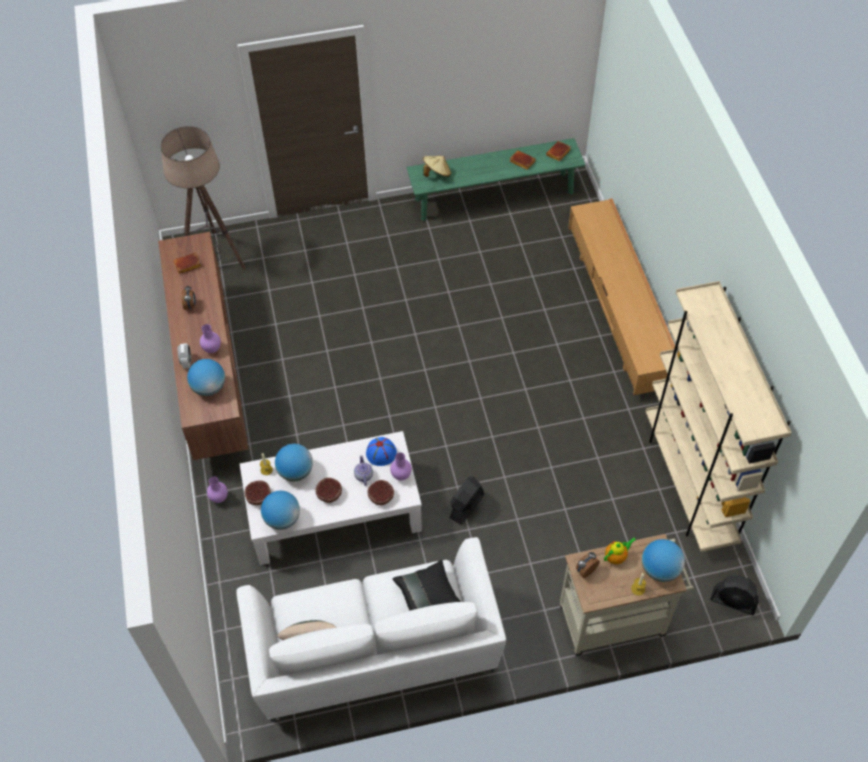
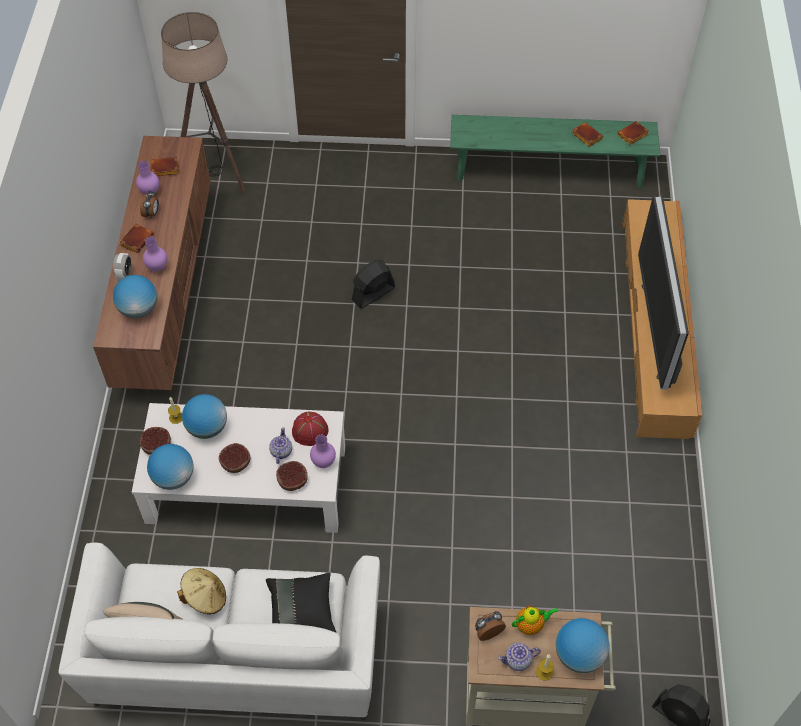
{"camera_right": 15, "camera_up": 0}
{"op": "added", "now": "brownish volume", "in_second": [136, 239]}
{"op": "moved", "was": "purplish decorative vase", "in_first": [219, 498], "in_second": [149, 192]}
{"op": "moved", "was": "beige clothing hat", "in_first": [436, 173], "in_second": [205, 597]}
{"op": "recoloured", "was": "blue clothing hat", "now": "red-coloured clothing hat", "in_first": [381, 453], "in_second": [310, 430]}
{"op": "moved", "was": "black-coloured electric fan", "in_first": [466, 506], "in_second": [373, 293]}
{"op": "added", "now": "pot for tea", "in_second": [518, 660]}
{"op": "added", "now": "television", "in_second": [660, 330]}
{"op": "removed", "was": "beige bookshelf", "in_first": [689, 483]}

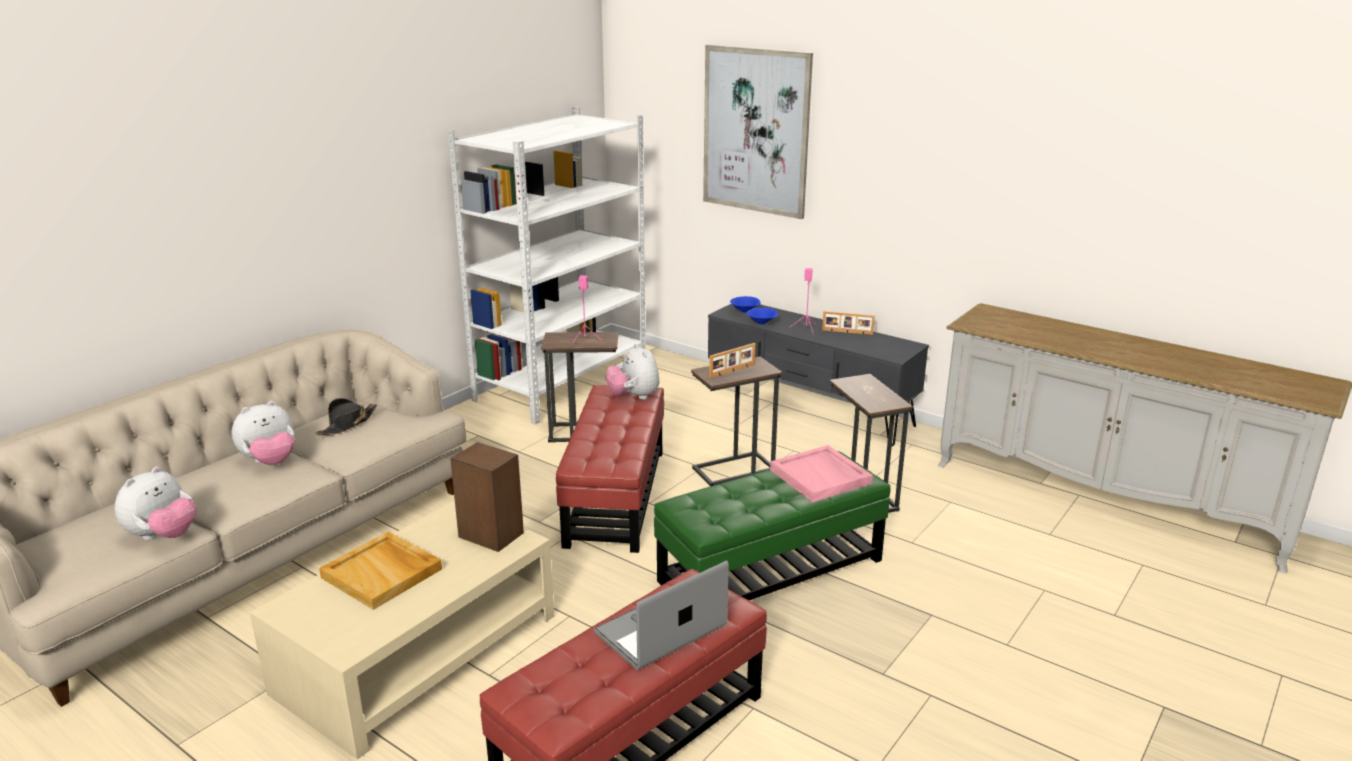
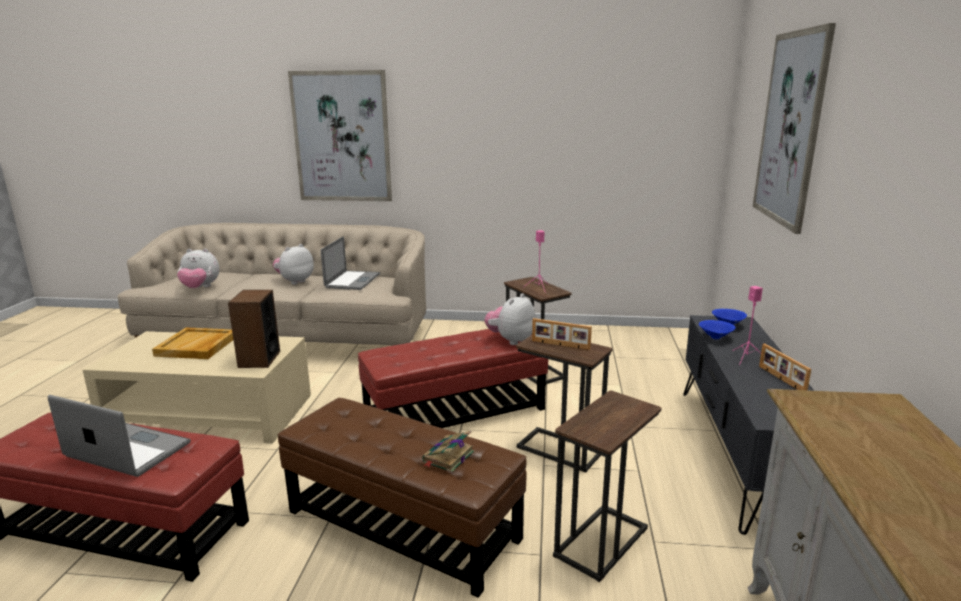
{"camera_right": 60, "camera_up": -5}
{"op": "turned", "was": "plush toy", "in_first": [270, 462], "in_second": [295, 281], "clockwise": 105}
{"op": "recoloured", "was": "greenish pouffe", "now": "brownish pouffe", "in_first": [770, 570], "in_second": [403, 524]}
{"op": "added", "now": "picture", "in_second": [342, 137]}
{"op": "replaced", "was": "black-coloured clothing hat", "now": "portable computer", "in_first": [347, 424], "in_second": [352, 280]}
{"op": "replaced", "was": "pinkish serving tray", "now": "volume", "in_first": [821, 477], "in_second": [447, 457]}
{"op": "removed", "was": "whitish bookshelf", "in_first": [562, 383]}

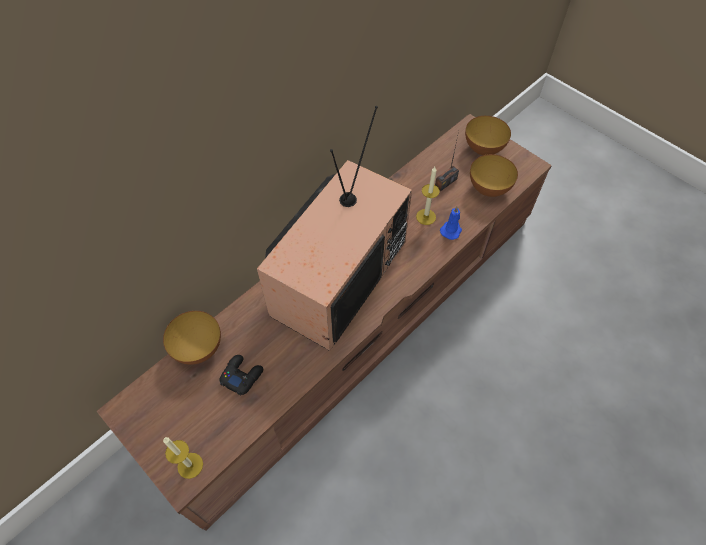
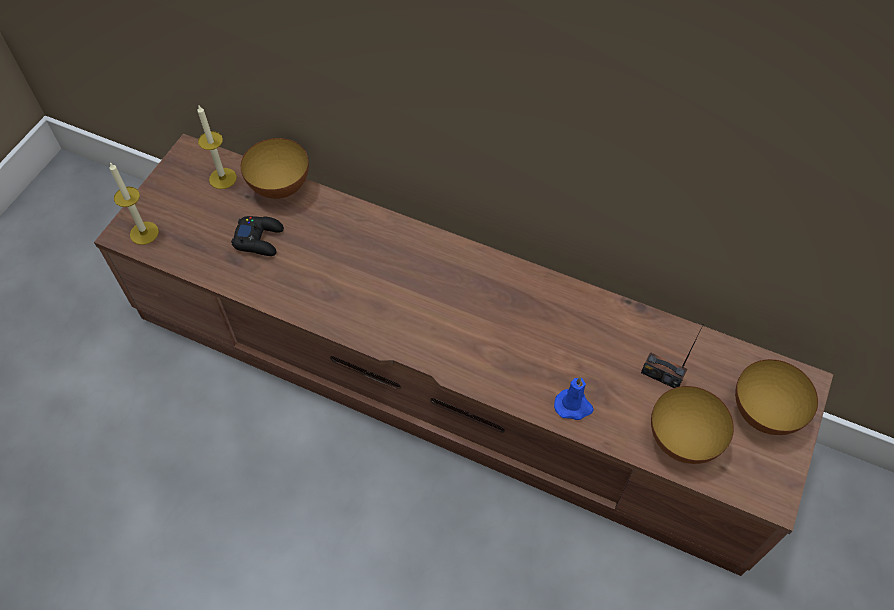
{"camera_right": 70, "camera_up": 0}
{"op": "moved", "was": "wax candle", "in_first": [426, 217], "in_second": [222, 178]}
{"op": "removed", "was": "television", "in_first": [338, 275]}

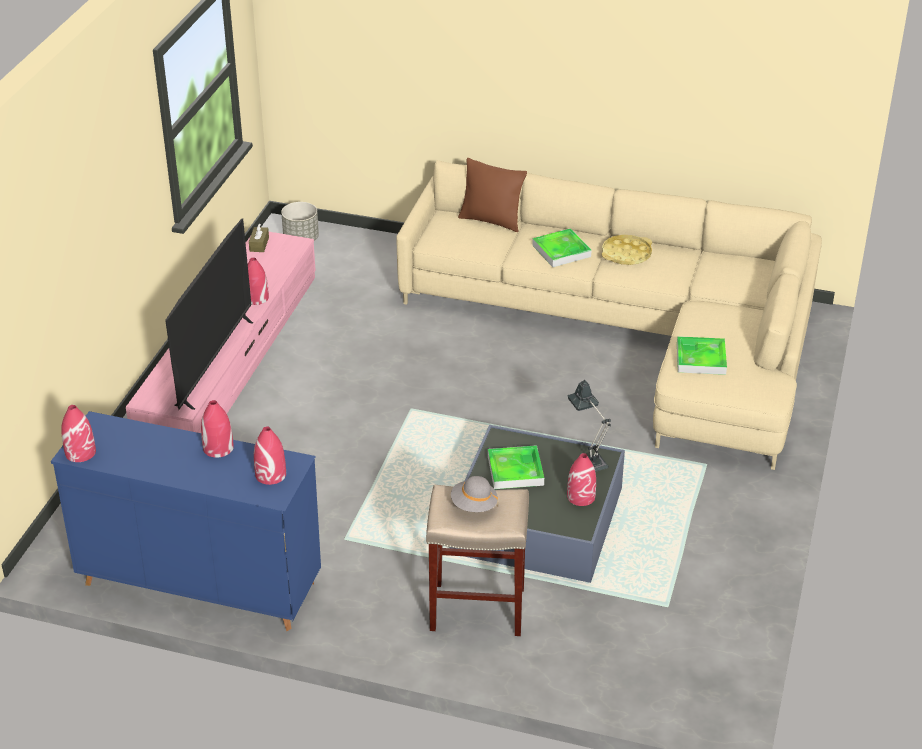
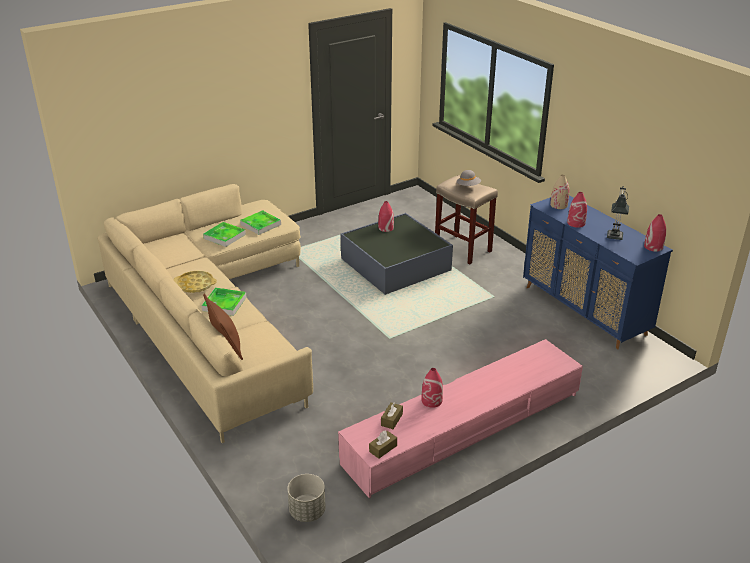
{"camera_right": -140, "camera_up": -5}
{"op": "moved", "was": "serving tray", "in_first": [515, 470], "in_second": [224, 236]}
{"op": "added", "now": "brownish tissue box", "in_second": [391, 419]}
{"op": "recoloured", "was": "red-coloured decorative vase", "now": "beige decorative vase", "in_first": [271, 475], "in_second": [558, 205]}
{"op": "moved", "was": "table lamp", "in_first": [590, 460], "in_second": [614, 238]}
{"op": "removed", "was": "television", "in_first": [214, 362]}

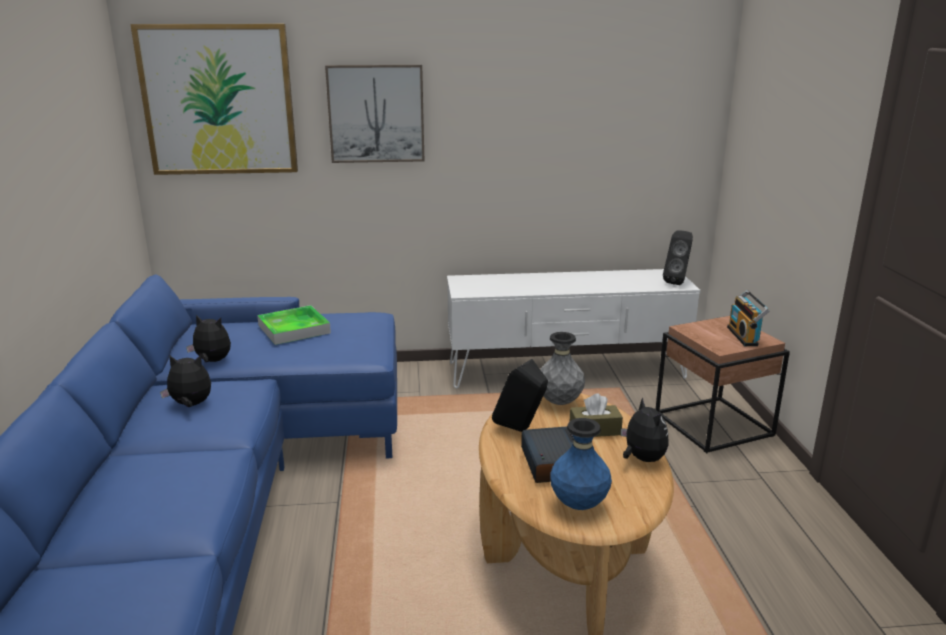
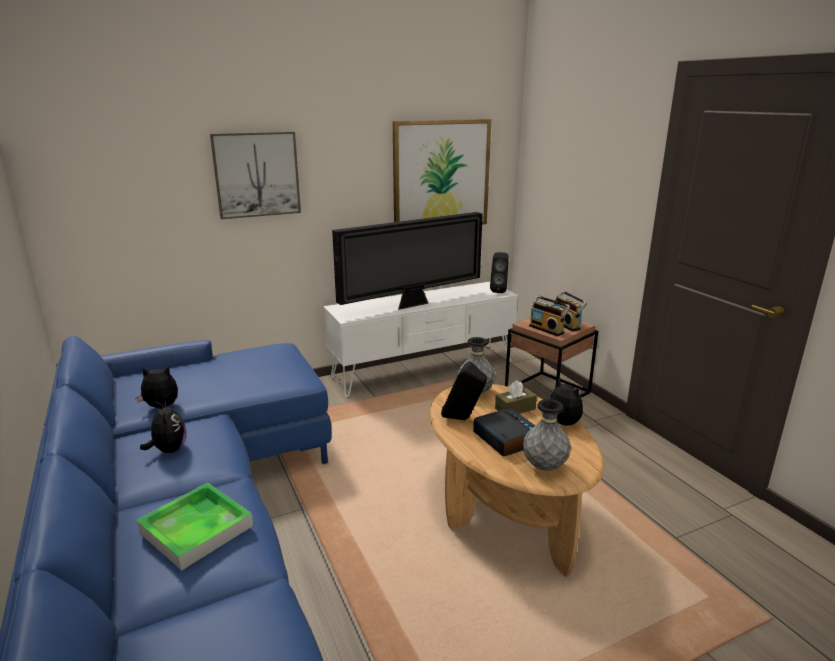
{"camera_right": -20, "camera_up": 0}
{"op": "moved", "was": "serving tray", "in_first": [294, 329], "in_second": [196, 529]}
{"op": "turned", "was": "plush toy", "in_first": [191, 405], "in_second": [169, 450], "clockwise": 90}
{"op": "added", "now": "television", "in_second": [413, 304]}
{"op": "moved", "was": "picture", "in_first": [218, 100], "in_second": [441, 175]}
{"op": "recoloured", "was": "blue decorative vase", "now": "greyish decorative vase", "in_first": [579, 505], "in_second": [544, 467]}
{"op": "added", "now": "radio set", "in_second": [547, 329]}

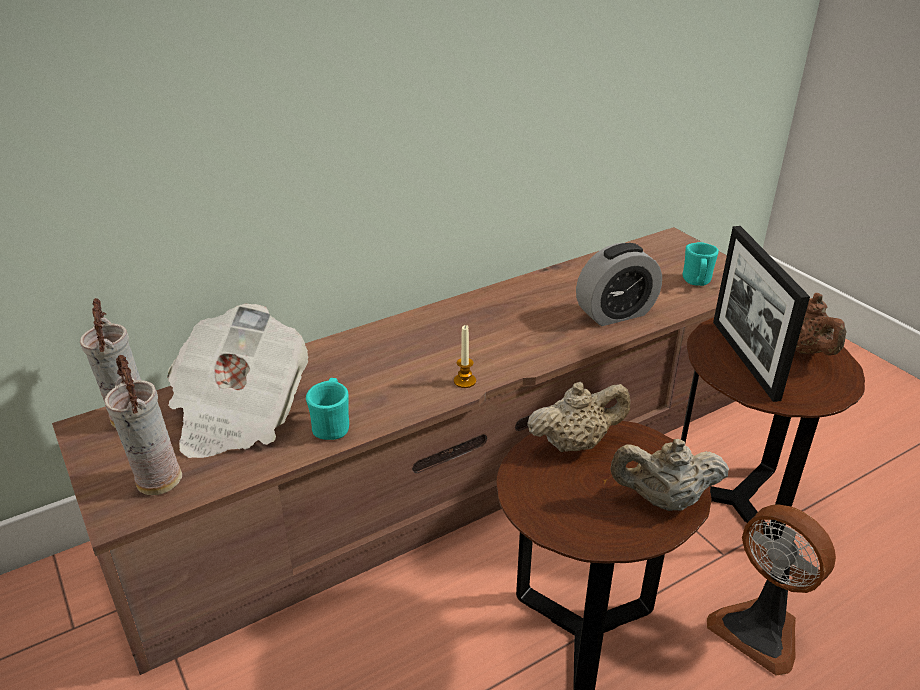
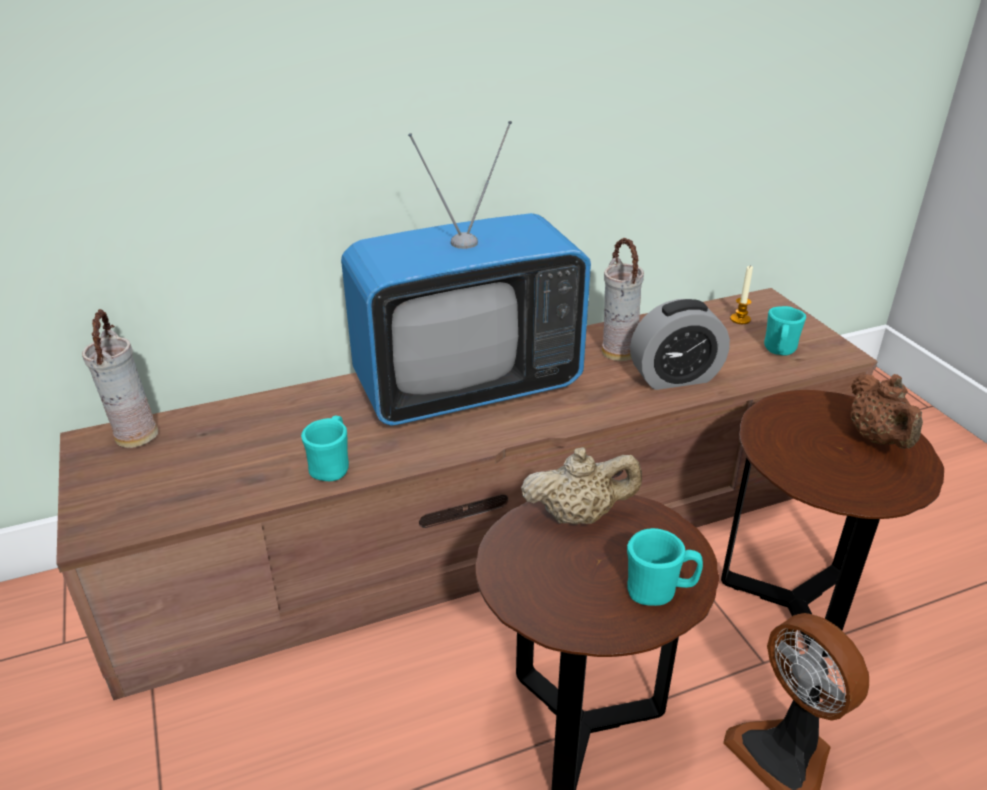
{"camera_right": 10, "camera_up": 0}
{"op": "added", "now": "television", "in_second": [467, 387]}
{"op": "moved", "was": "decorative vase", "in_first": [156, 481], "in_second": [617, 353]}
{"op": "replaced", "was": "beige pot for tea", "now": "turquoise-coloured mug", "in_first": [664, 500], "in_second": [659, 591]}
{"op": "moved", "was": "wax candle", "in_first": [464, 381], "in_second": [740, 319]}
{"op": "removed", "was": "daily paper", "in_first": [238, 413]}
{"op": "removed", "was": "standing frame", "in_first": [744, 359]}

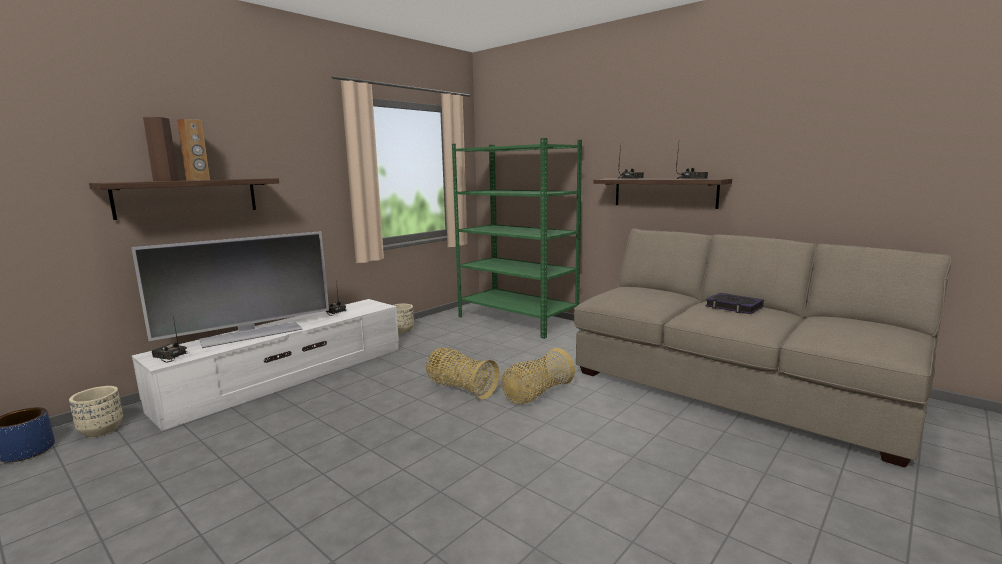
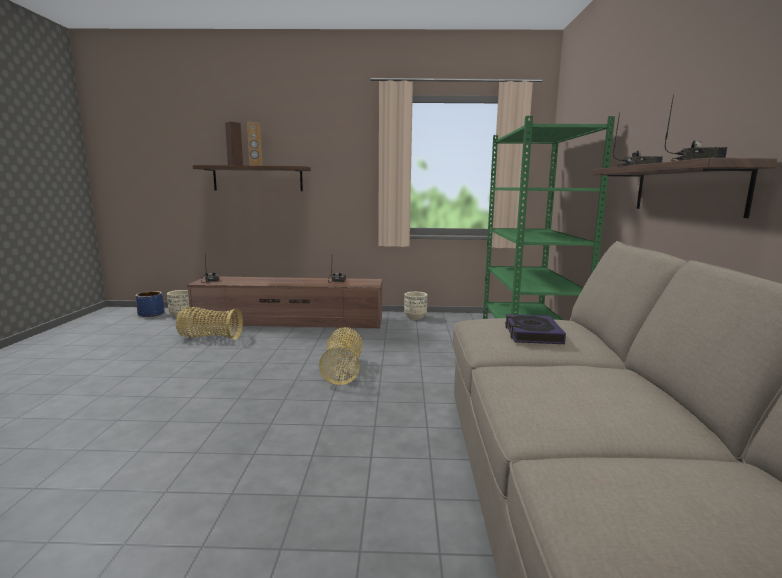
{"camera_right": 50, "camera_up": 0}
{"op": "moved", "was": "storage basket", "in_first": [536, 394], "in_second": [209, 337]}
{"op": "recoloured", "was": "whitish tv unit", "now": "brownish tv unit", "in_first": [288, 375], "in_second": [291, 320]}
{"op": "moved", "was": "volume", "in_first": [733, 307], "in_second": [532, 334]}
{"op": "removed", "was": "television", "in_first": [251, 334]}

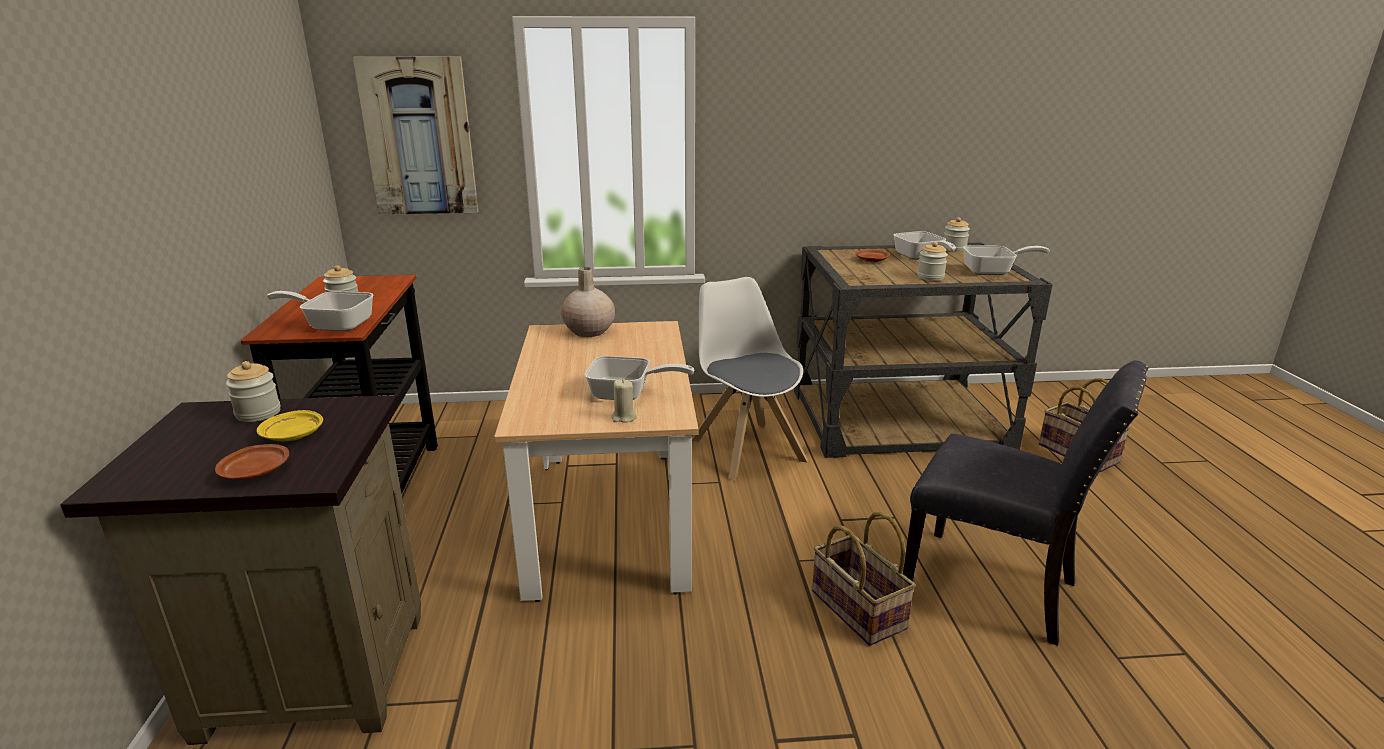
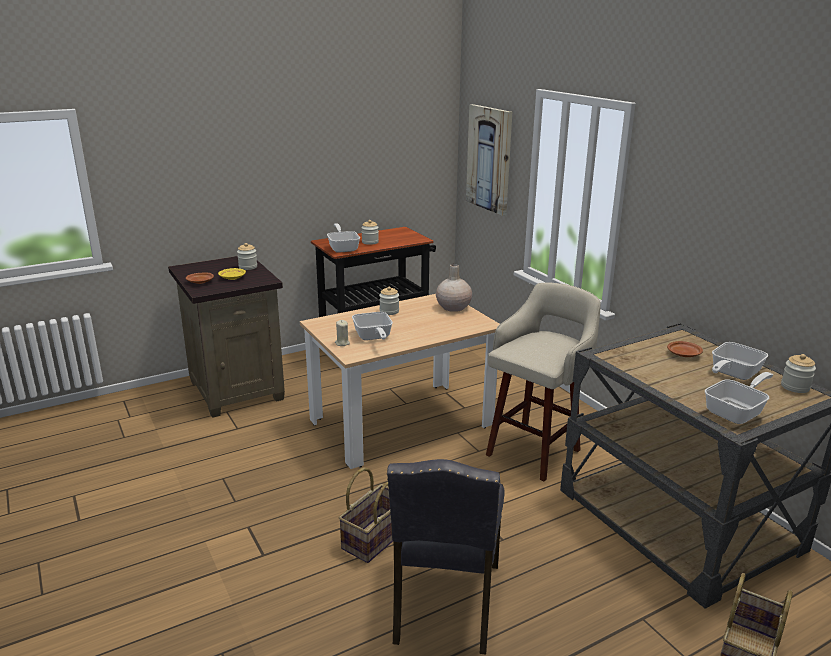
{"camera_right": 65, "camera_up": 0}
{"op": "moved", "was": "storage jar", "in_first": [930, 277], "in_second": [389, 311]}
{"op": "replaced", "was": "chair", "now": "beige sitting stool", "in_first": [746, 448], "in_second": [536, 451]}
{"op": "turned", "was": "pan", "in_first": [993, 271], "in_second": [737, 412], "clockwise": -105}

